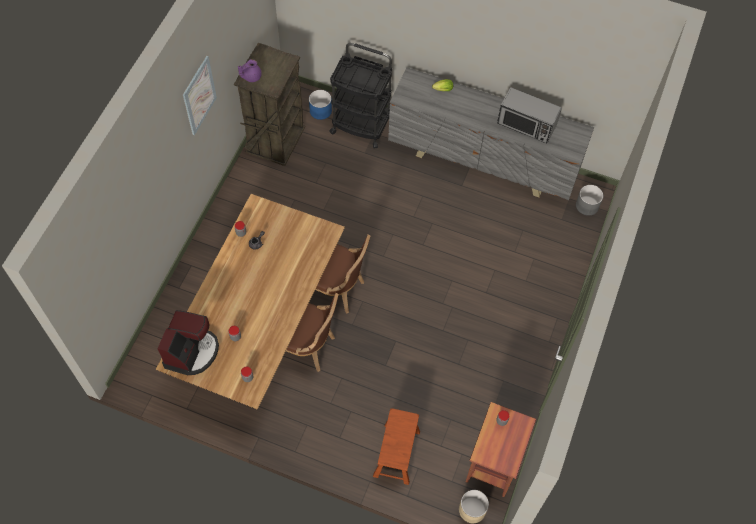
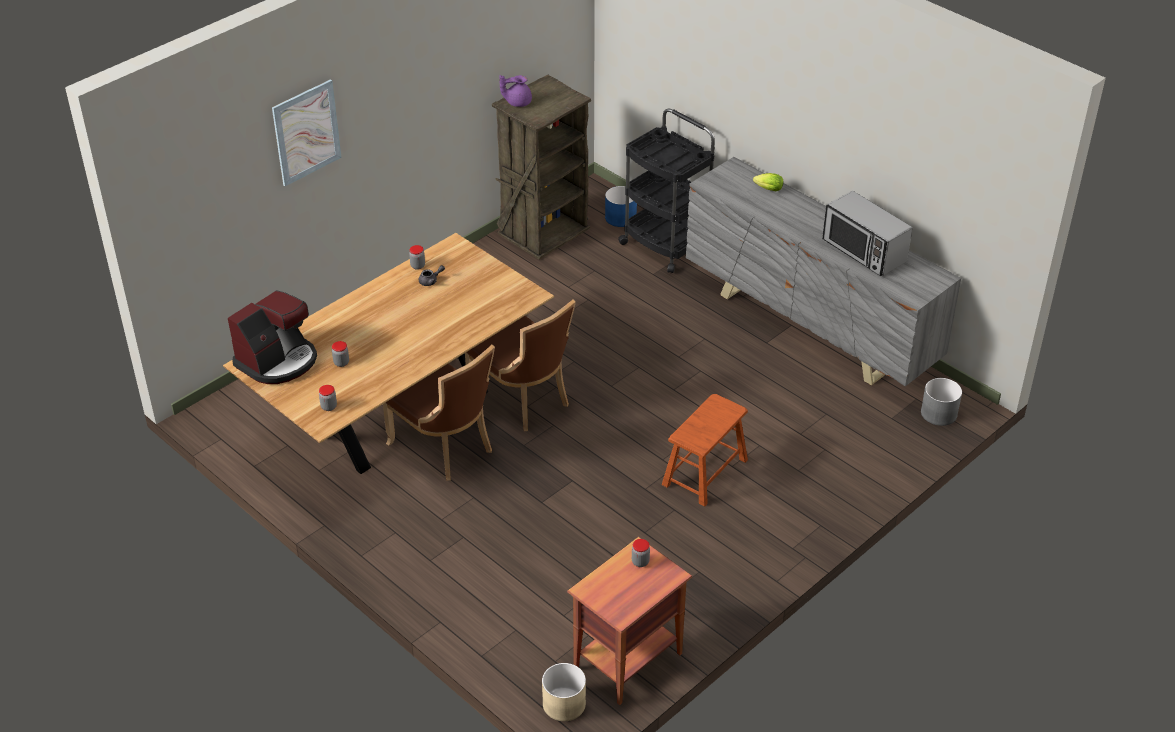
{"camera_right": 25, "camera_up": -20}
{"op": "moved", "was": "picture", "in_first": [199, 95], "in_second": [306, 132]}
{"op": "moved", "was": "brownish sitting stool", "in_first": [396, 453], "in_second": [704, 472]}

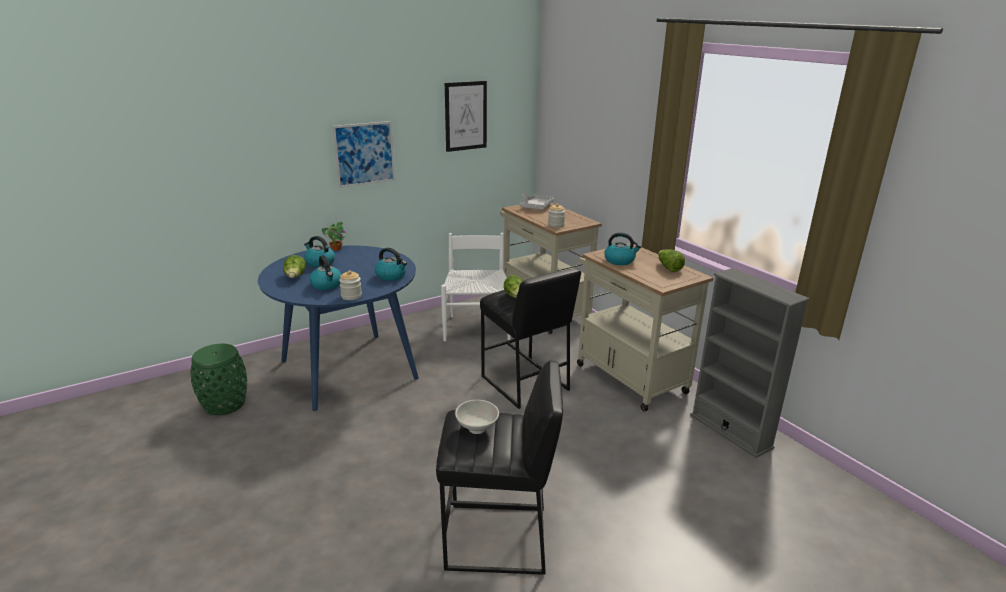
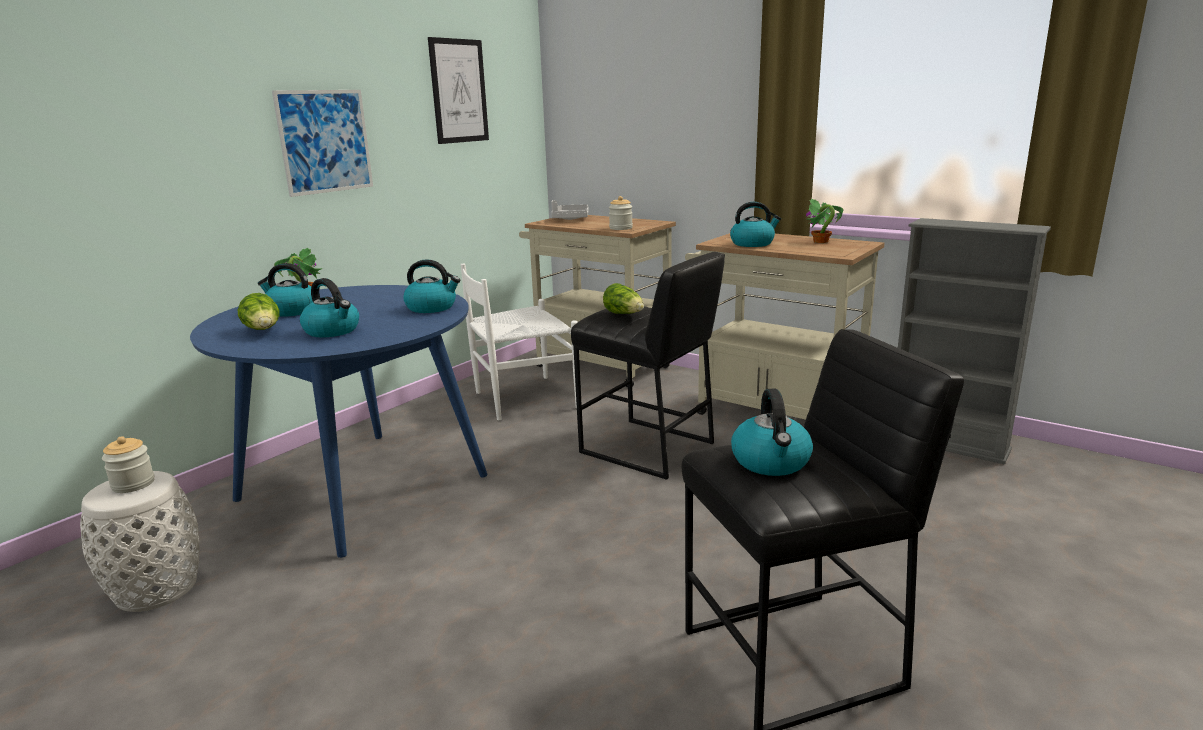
{"camera_right": -20, "camera_up": -5}
{"op": "recoloured", "was": "greenish sitting stool", "now": "whitish sitting stool", "in_first": [224, 404], "in_second": [156, 589]}
{"op": "moved", "was": "storage jar", "in_first": [351, 296], "in_second": [133, 484]}
{"op": "turned", "was": "whitish chair", "in_first": [476, 328], "in_second": [524, 399], "clockwise": -90}
{"op": "replaced", "was": "whitish serving bowl", "now": "kettle", "in_first": [478, 429], "in_second": [771, 462]}
{"op": "replaced", "was": "head of lettuce", "now": "potted plant", "in_first": [668, 268], "in_second": [820, 242]}

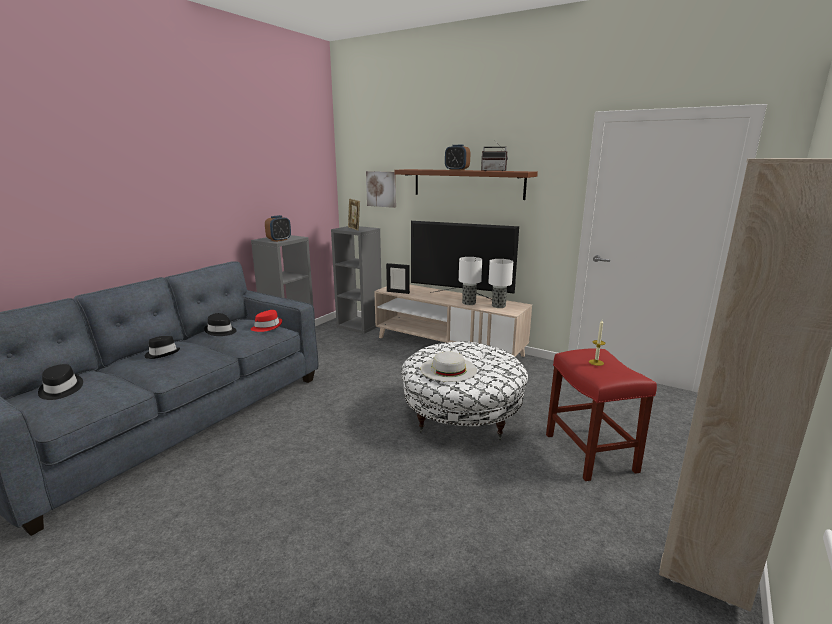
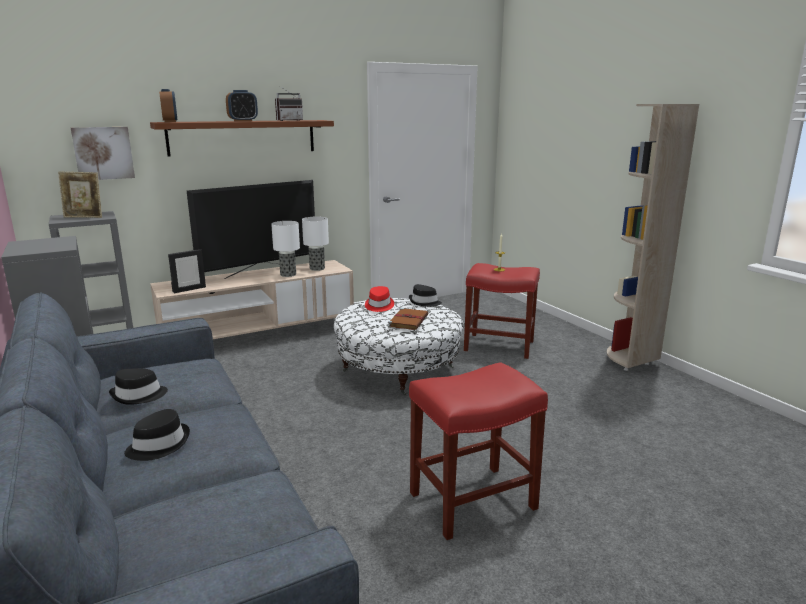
{"camera_right": -60, "camera_up": 0}
{"op": "moved", "was": "table clock", "in_first": [279, 240], "in_second": [170, 122]}
{"op": "moved", "was": "red-coloured clothing hat", "in_first": [267, 327], "in_second": [379, 306]}
{"op": "replaced", "was": "whitish clothing hat", "now": "brownish volume", "in_first": [448, 369], "in_second": [408, 320]}
{"op": "moved", "was": "black-coloured clothing hat", "in_first": [60, 389], "in_second": [424, 302]}
{"op": "added", "now": "red-coloured sitting stool", "in_second": [471, 501]}

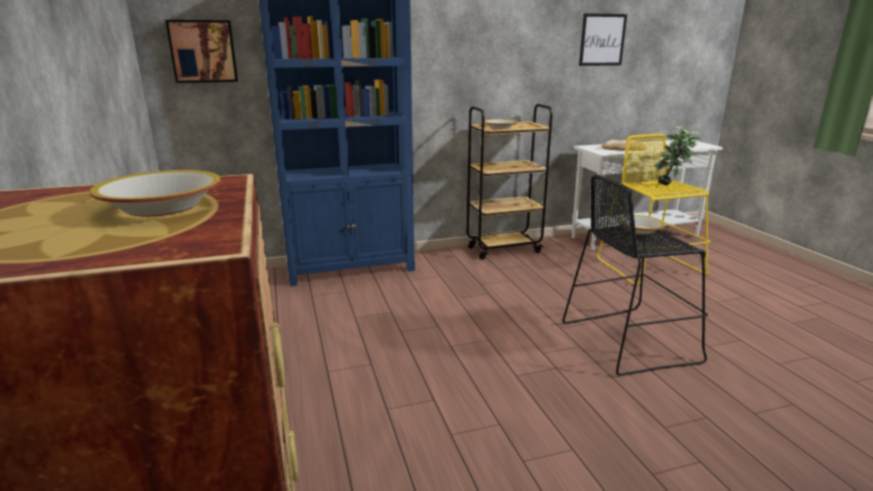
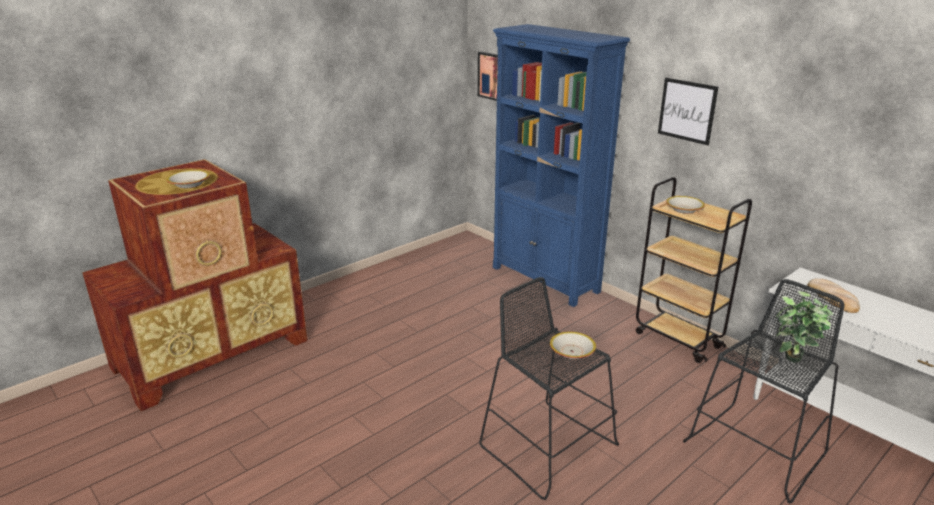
{"camera_right": 65, "camera_up": 5}
{"op": "moved", "was": "picture", "in_first": [602, 40], "in_second": [687, 110]}
{"op": "recoloured", "was": "yellow-coloured sitting stool", "now": "black-coloured sitting stool", "in_first": [650, 267], "in_second": [755, 450]}

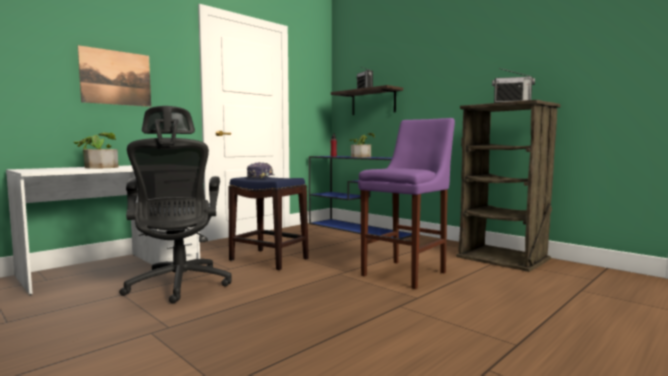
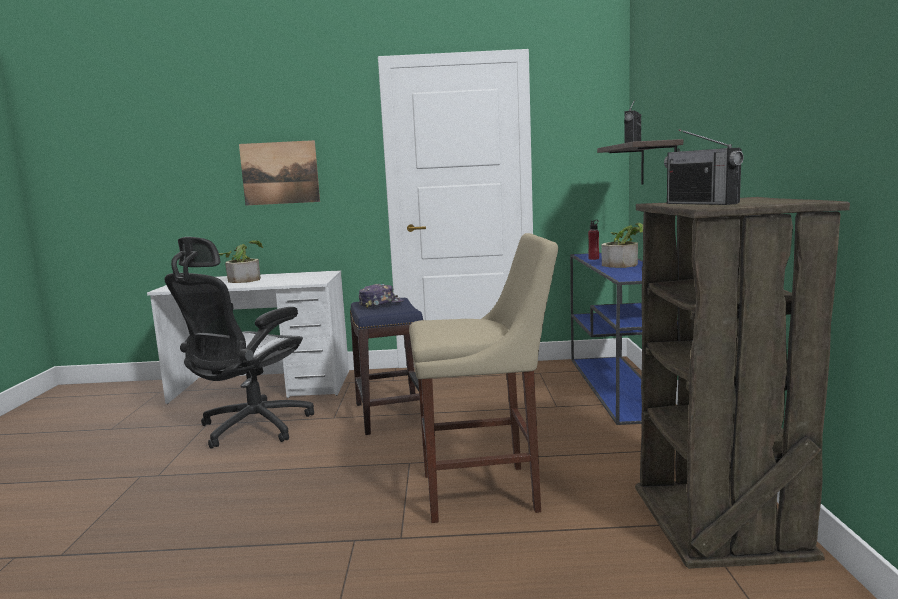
{"camera_right": 45, "camera_up": 5}
{"op": "recoloured", "was": "purplish sitting stool", "now": "beige sitting stool", "in_first": [407, 273], "in_second": [487, 492]}

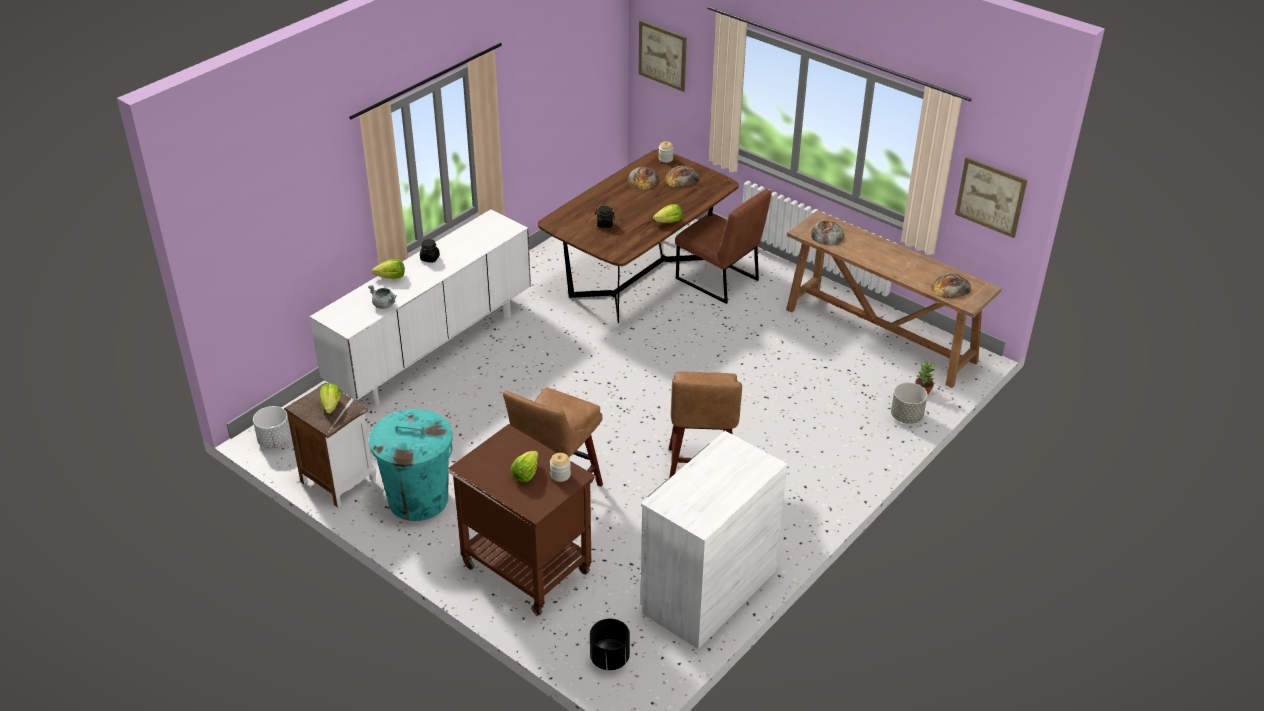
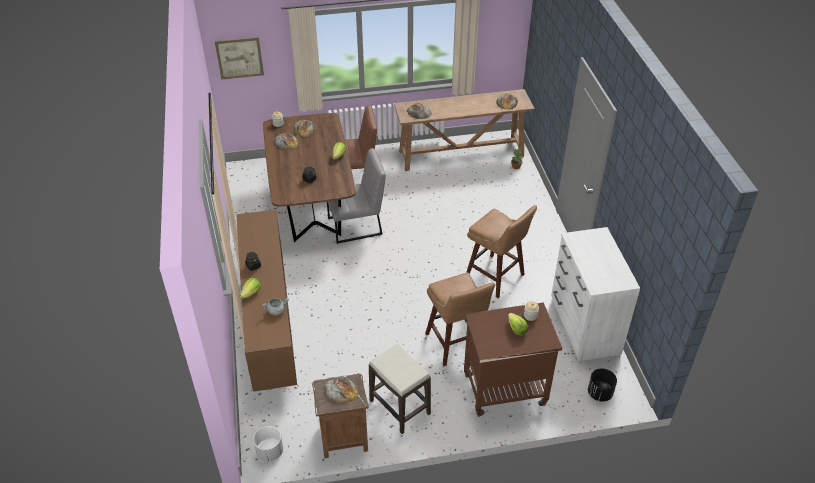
{"camera_right": -50, "camera_up": 5}
{"op": "recoloured", "was": "whitish cabinet", "now": "brownish cabinet", "in_first": [431, 350], "in_second": [269, 327]}
{"op": "replaced", "was": "head of lettuce", "now": "bread", "in_first": [331, 406], "in_second": [341, 390]}
{"op": "added", "now": "greyish chair", "in_second": [357, 226]}
{"op": "replaced", "was": "turquoise-coloured trash can", "now": "sitting stool", "in_first": [418, 499], "in_second": [399, 407]}
{"op": "removed", "was": "greyish planter", "in_first": [906, 416]}
{"op": "removed", "was": "picture", "in_first": [990, 197]}

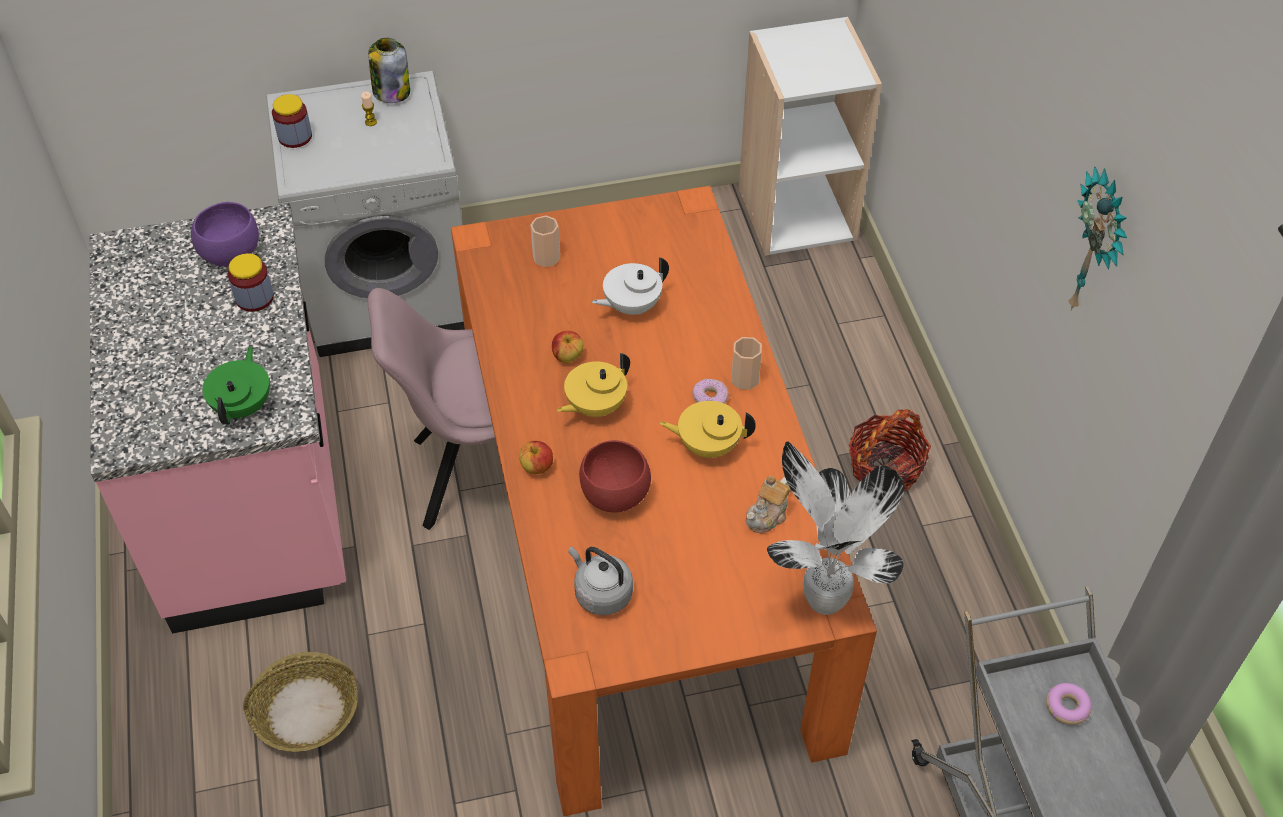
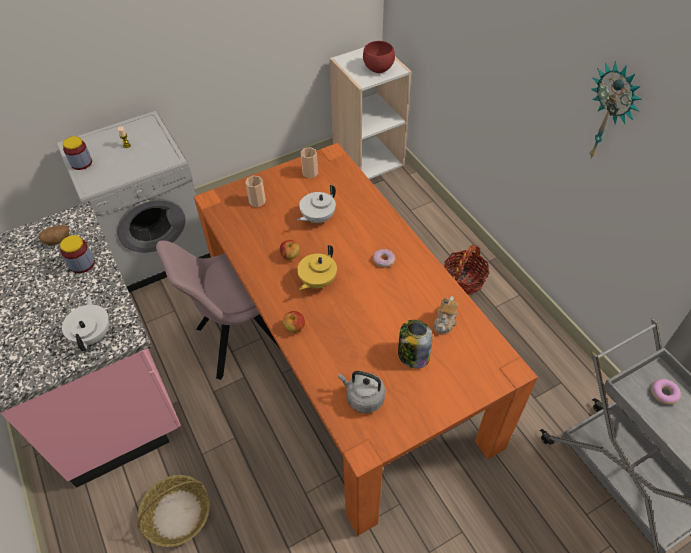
{"camera_right": -15, "camera_up": 0}
{"op": "replaced", "was": "purplish serving bowl", "now": "whole potato", "in_first": [229, 254], "in_second": [58, 240]}
{"op": "recoloured", "was": "greenish pot for tea", "now": "whitish pot for tea", "in_first": [244, 406], "in_second": [93, 335]}
{"op": "moved", "was": "small cup", "in_first": [745, 379], "in_second": [310, 173]}
{"op": "moved", "was": "red-coloured serving bowl", "in_first": [614, 497], "in_second": [378, 69]}
{"op": "moved", "was": "storage jar", "in_first": [391, 91], "in_second": [413, 355]}
{"op": "removed", "was": "yellow-coloured pot for tea", "in_first": [707, 445]}
{"op": "removed", "was": "potted plant", "in_first": [821, 598]}

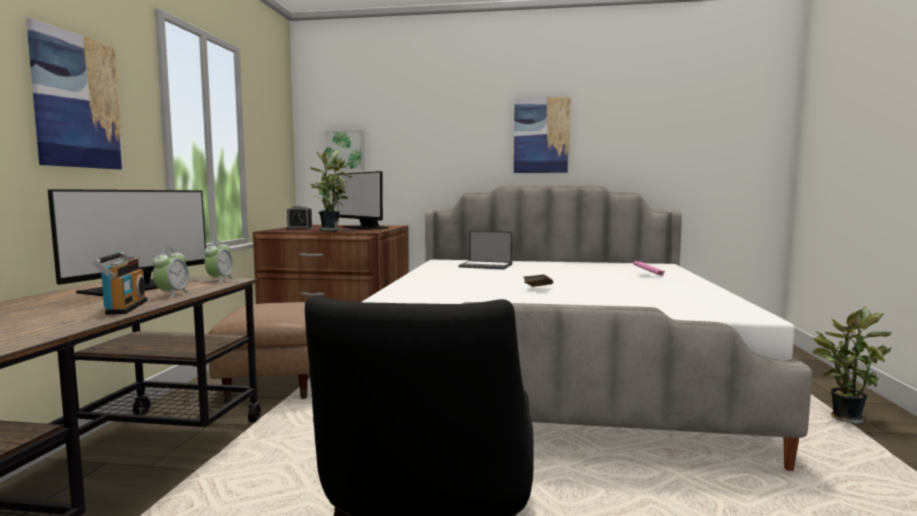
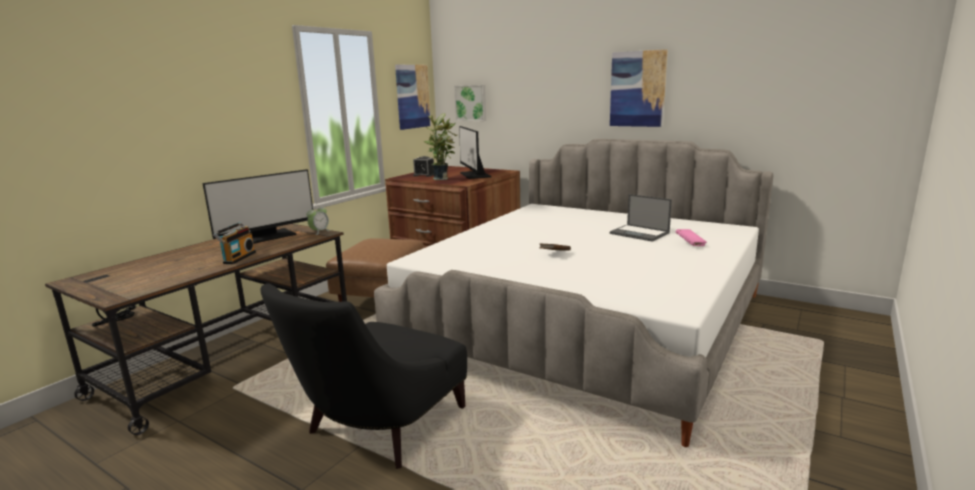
{"camera_right": 25, "camera_up": 10}
{"op": "moved", "was": "picture", "in_first": [77, 101], "in_second": [412, 96]}
{"op": "moved", "was": "portable computer", "in_first": [486, 266], "in_second": [640, 233]}
{"op": "removed", "was": "table clock", "in_first": [172, 294]}
{"op": "removed", "was": "potted plant", "in_first": [843, 417]}

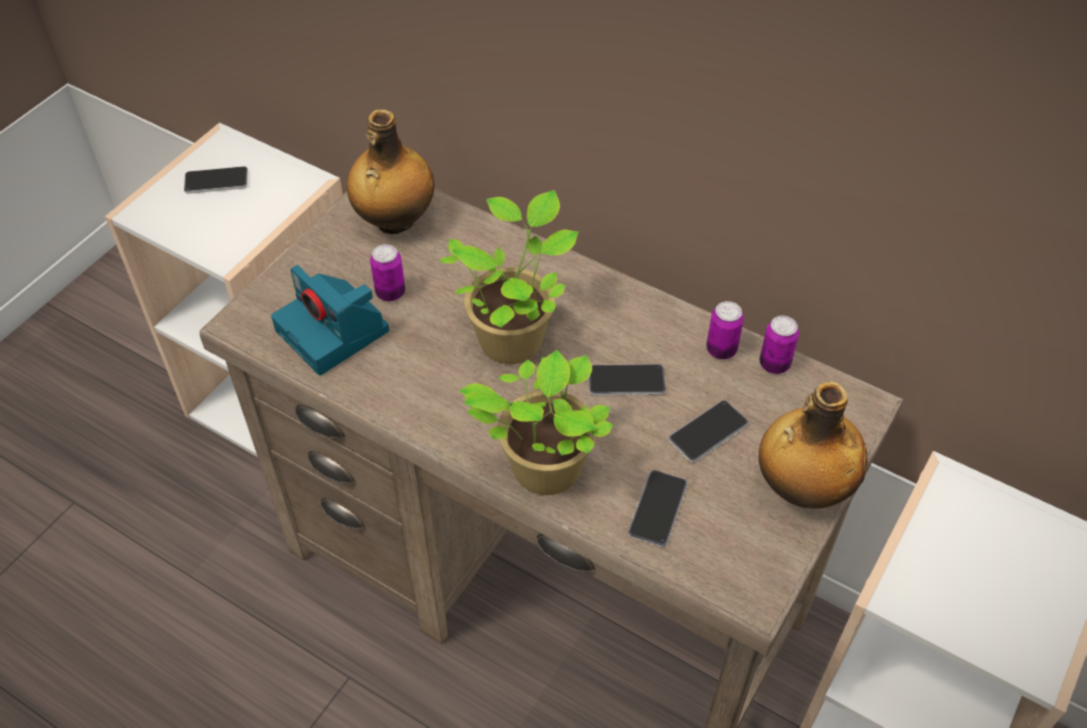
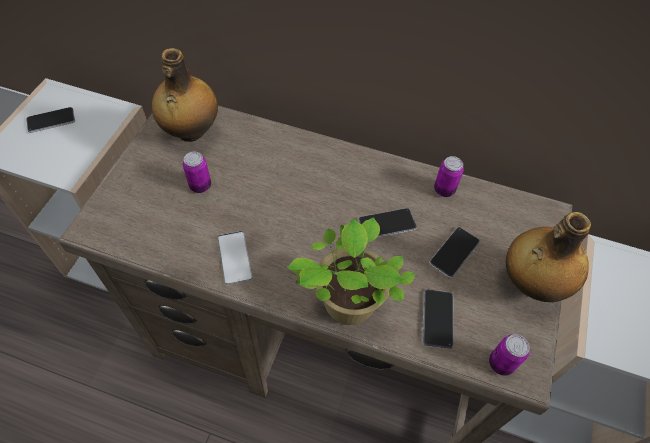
{"camera_right": -15, "camera_up": 5}
{"op": "added", "now": "phone", "in_second": [234, 257]}
{"op": "moved", "was": "sealed can", "in_first": [774, 364], "in_second": [501, 363]}
{"op": "removed", "was": "still camera", "in_first": [334, 332]}
{"op": "removed", "was": "potted plant", "in_first": [513, 337]}

